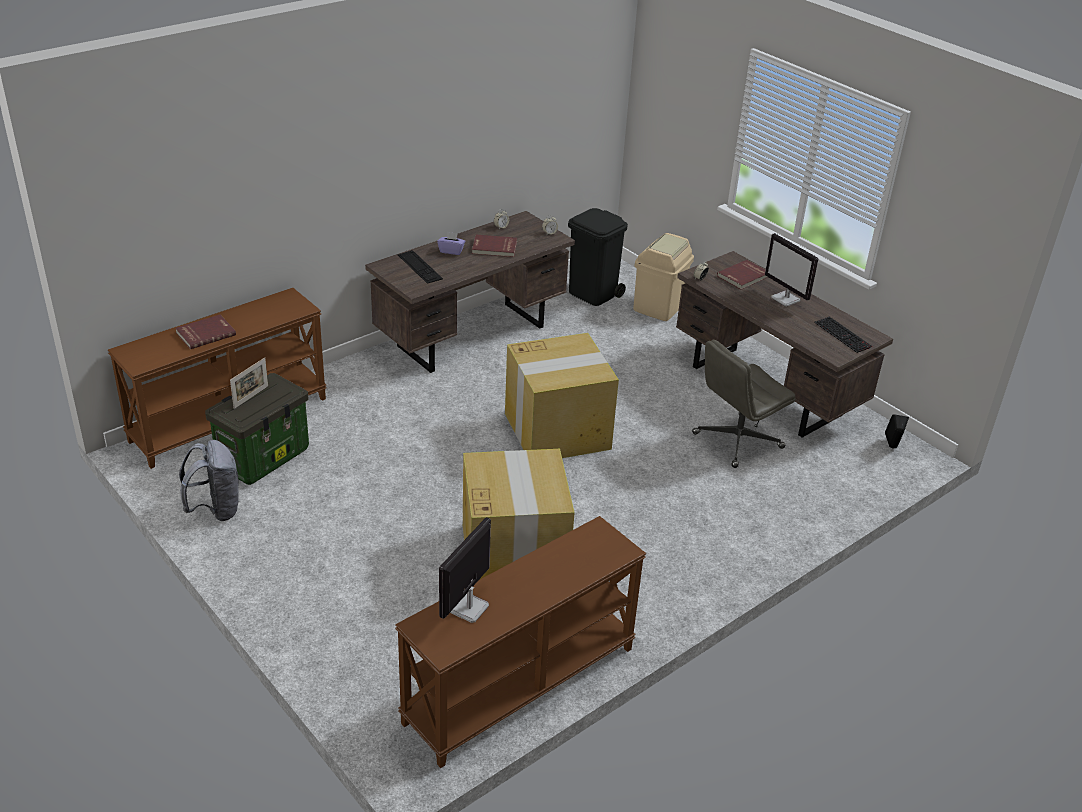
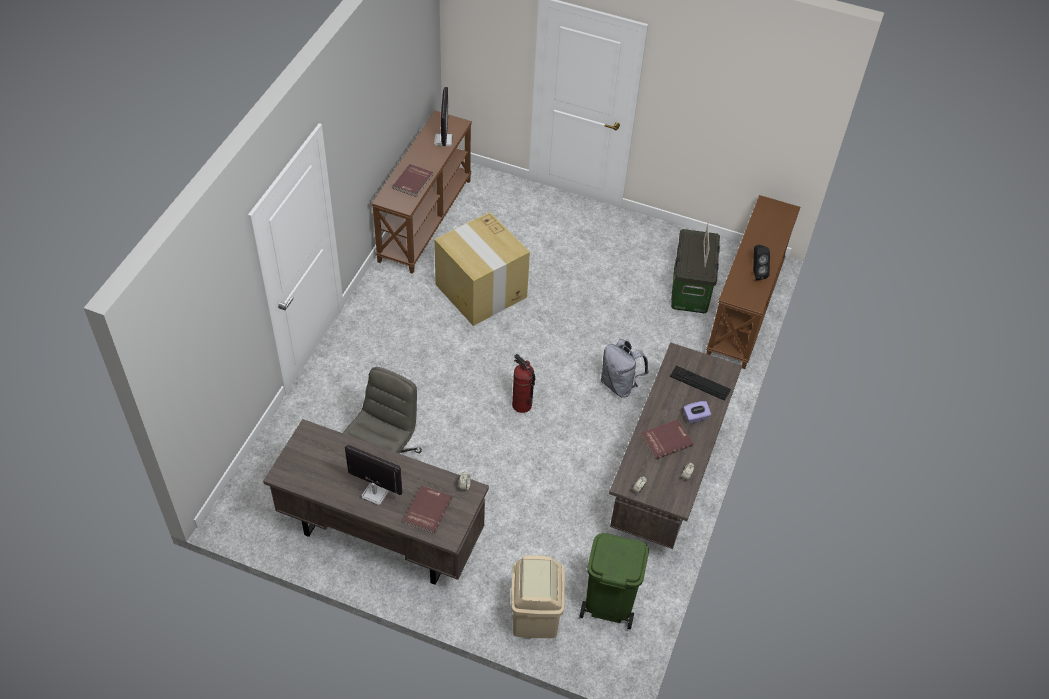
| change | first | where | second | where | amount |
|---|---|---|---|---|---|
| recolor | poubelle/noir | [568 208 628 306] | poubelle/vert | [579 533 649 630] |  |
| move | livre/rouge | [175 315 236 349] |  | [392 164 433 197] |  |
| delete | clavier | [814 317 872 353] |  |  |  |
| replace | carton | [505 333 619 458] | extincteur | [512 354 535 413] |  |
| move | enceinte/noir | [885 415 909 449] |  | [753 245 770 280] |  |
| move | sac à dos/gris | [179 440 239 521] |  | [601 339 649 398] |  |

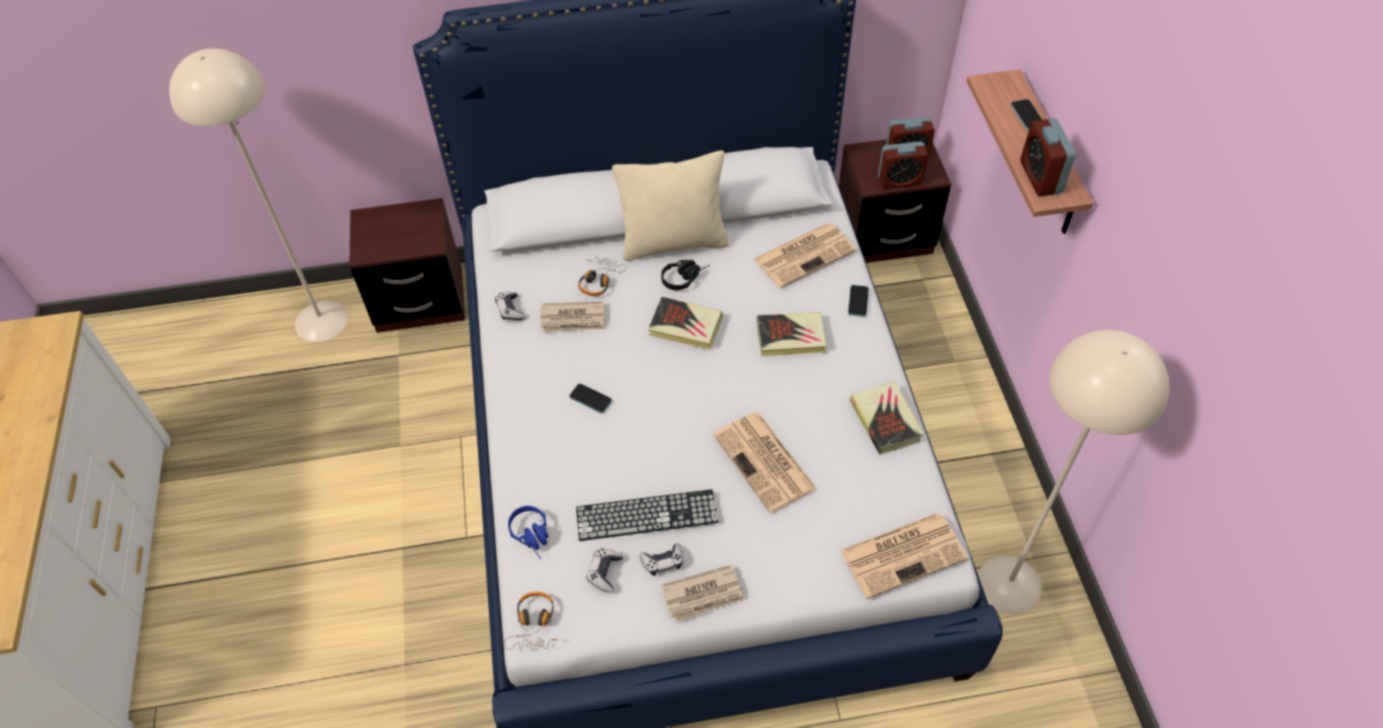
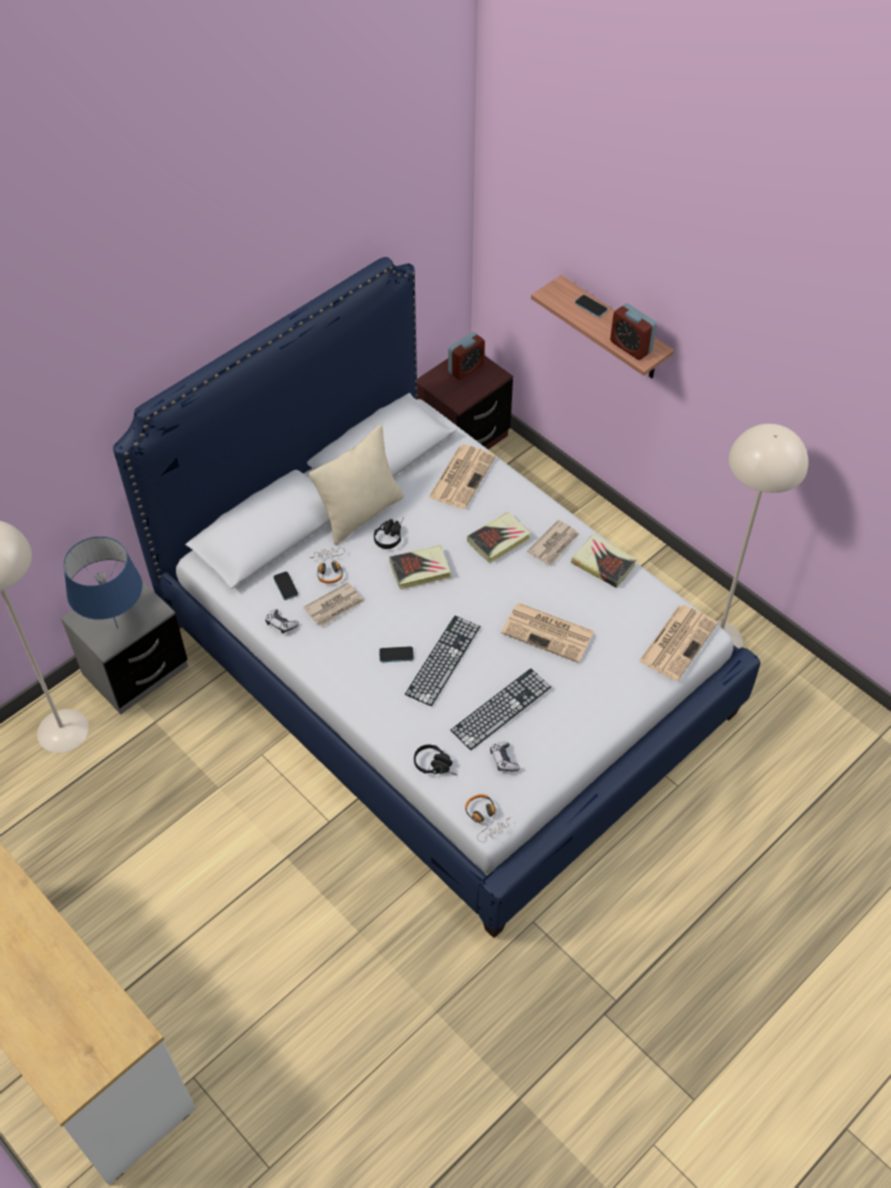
| change | first | where | second | where | amount |
|---|---|---|---|---|---|
| delete | réveil | [878 141 928 189] |  |  |  |
| recolor | table de chevet/marron | [349 198 465 333] | table de chevet/gris | [61 581 188 714] |  |
| move | téléphone | [848 285 869 317] |  | [273 571 298 600] |  |
| recolor | casque audio/bleu | [508 506 549 559] | casque audio/noir | [414 744 458 776] |  |
| delete | manette | [640 543 683 576] |  |  |  |
| move | journal | [661 565 746 622] |  | [527 520 579 566] |  |
| insert |  |  | lampe de table/bleu | [63 536 143 629] |  |
| insert |  |  | clavier | [405 616 481 706] |  |

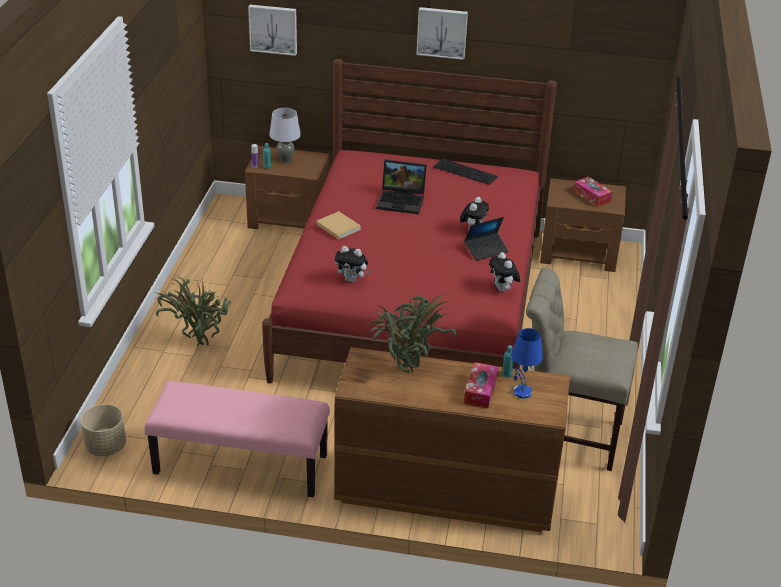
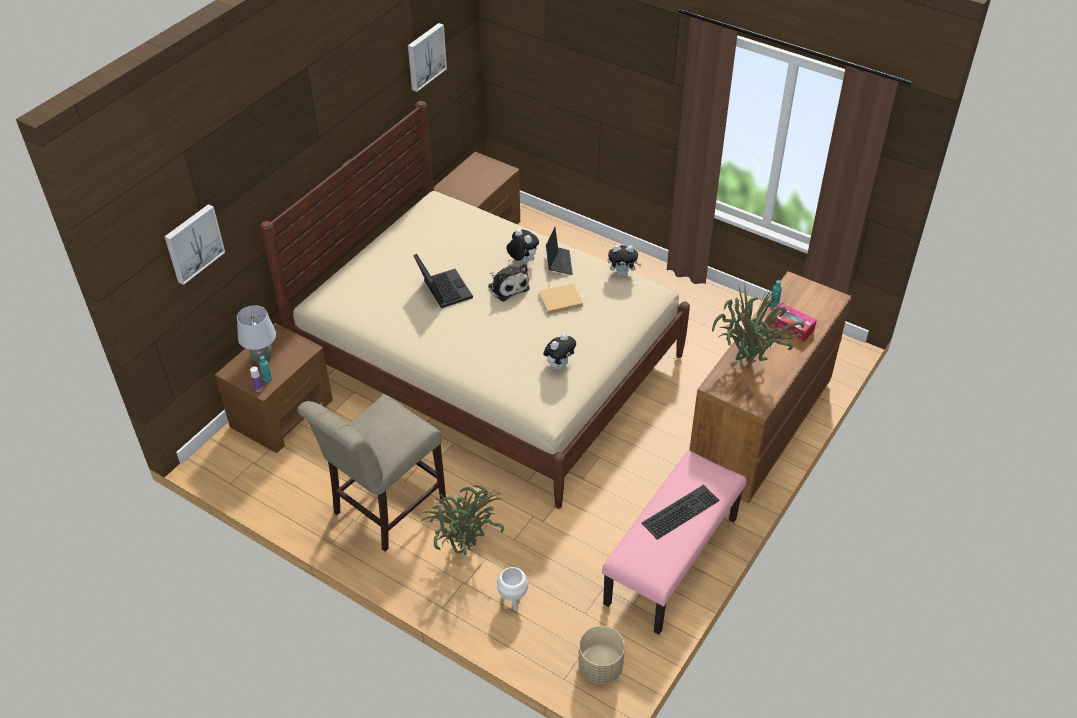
| change | first | where | second | where | amount |
|---|---|---|---|---|---|
| move | tableau | [416 7 468 60] |  | [408 23 447 92] |  |
| recolor | lit/rouge | [262 59 557 383] | lit/beige | [260 101 690 509] |  |
| rotate | ordinateur portable | [376 159 427 214] |  | [413 254 473 308] | 60 degrees counterclockwise |
| move | clavier | [433 159 498 185] |  | [642 485 720 540] |  |
| delete | boîte à mouchoirs | [574 177 612 207] |  |  |  |
| move | livre/beige | [316 211 361 240] |  | [538 284 583 314] |  |
| move | chaise/beige | [526 268 638 471] |  | [297 394 446 551] |  |
| delete | lampe de table/bleu | [511 328 543 399] |  |  |  |
| insert |  |  | peluche | [488 264 530 302] |  |
| insert |  |  | cache-pot/blanc | [497 567 528 611] |  |

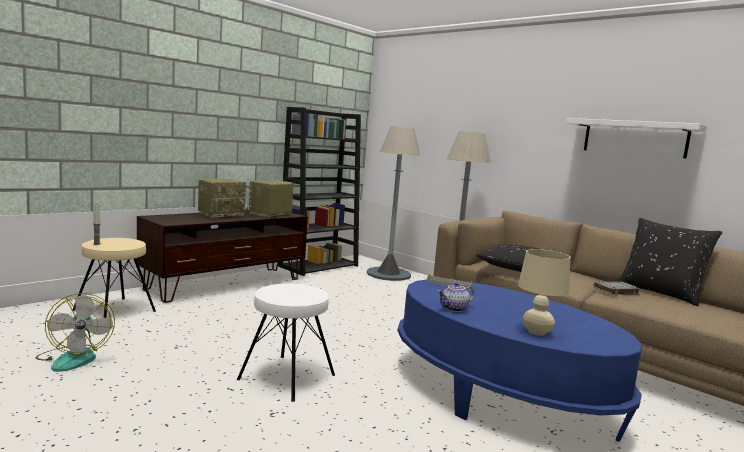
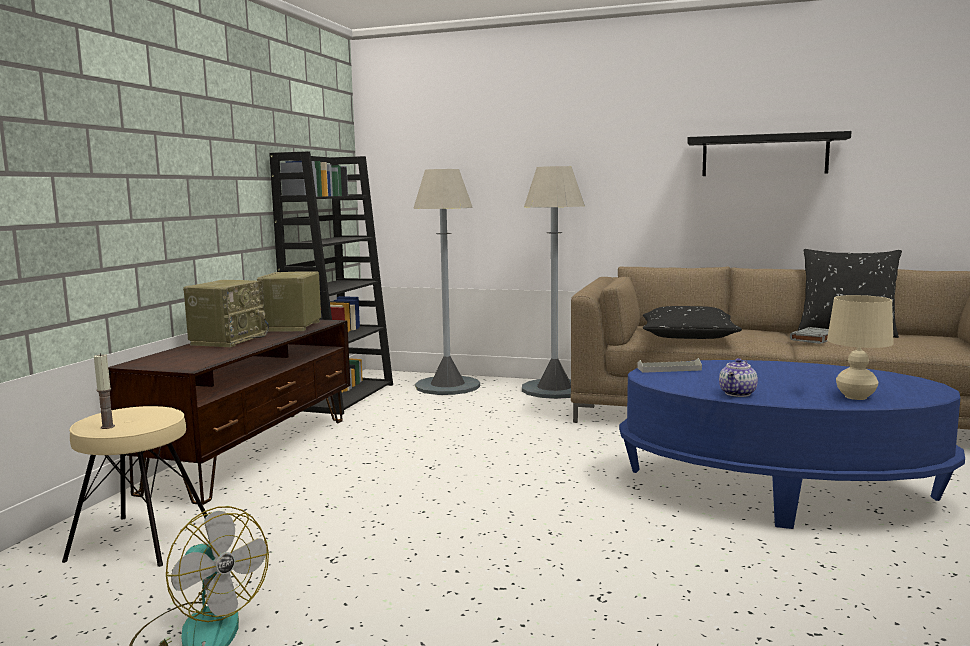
| change | first | where | second | where | amount |
|---|---|---|---|---|---|
| recolor | étagère/blanc | [566 118 707 158] | étagère/noir | [687 131 852 176] |  |
| delete | tabouret/blanc | [237 283 335 402] |  |  |  |

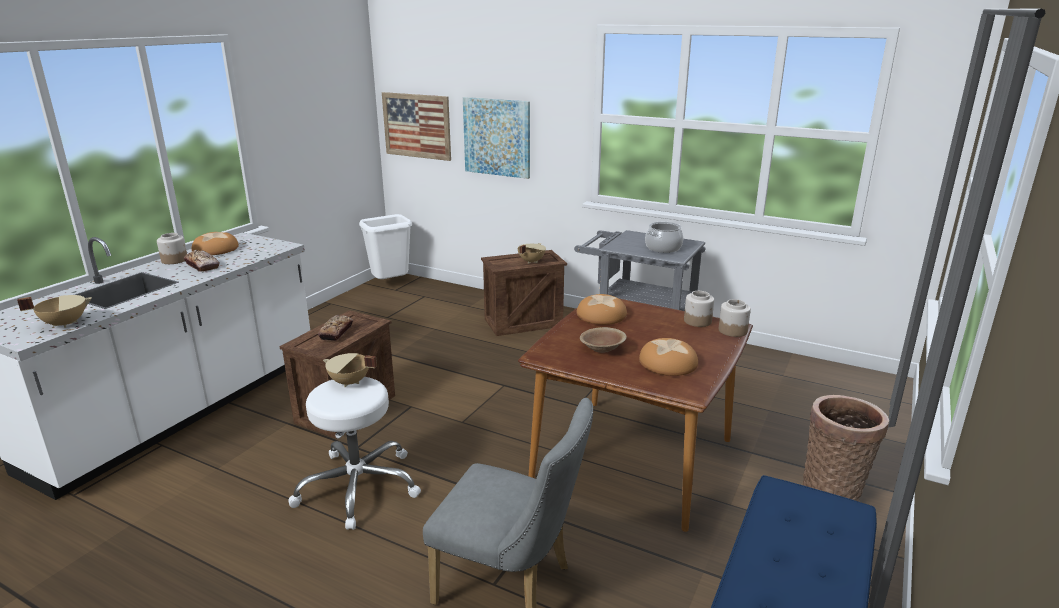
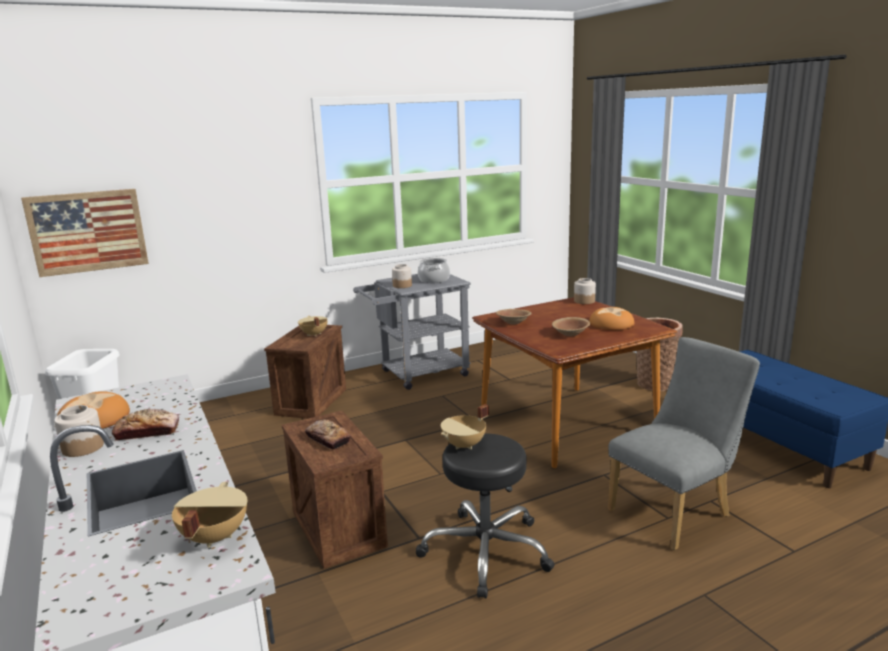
| change | first | where | second | where | amount |
|---|---|---|---|---|---|
| delete | tableau | [463 97 530 179] |  |  |  |
| move | bocal | [684 291 714 327] |  | [392 264 412 288] |  |
| replace | pain | [577 294 627 325] | bol/marron | [496 309 532 325] |  |
| recolor | tabouret/blanc | [288 377 421 530] | tabouret/noir | [416 433 555 599] |  |

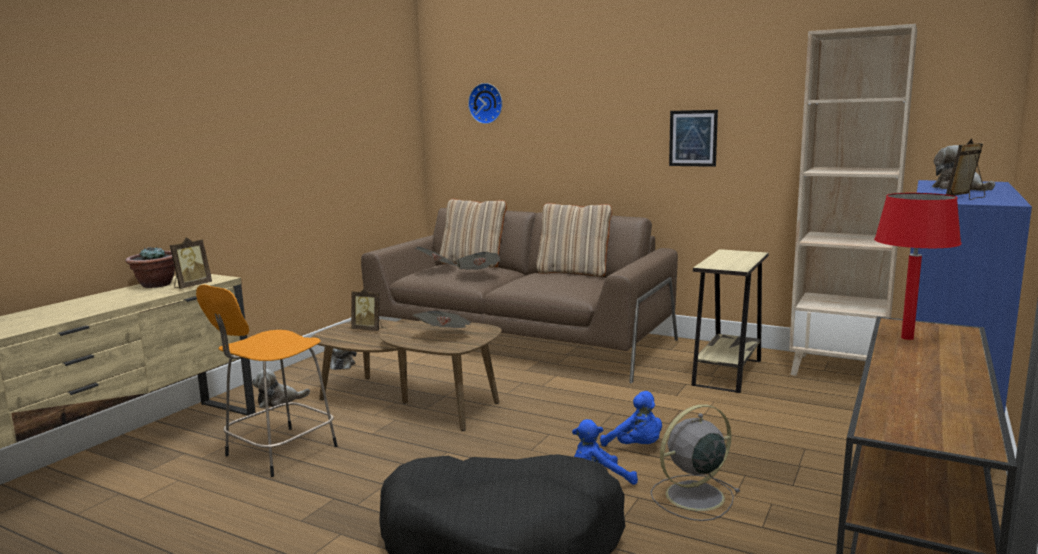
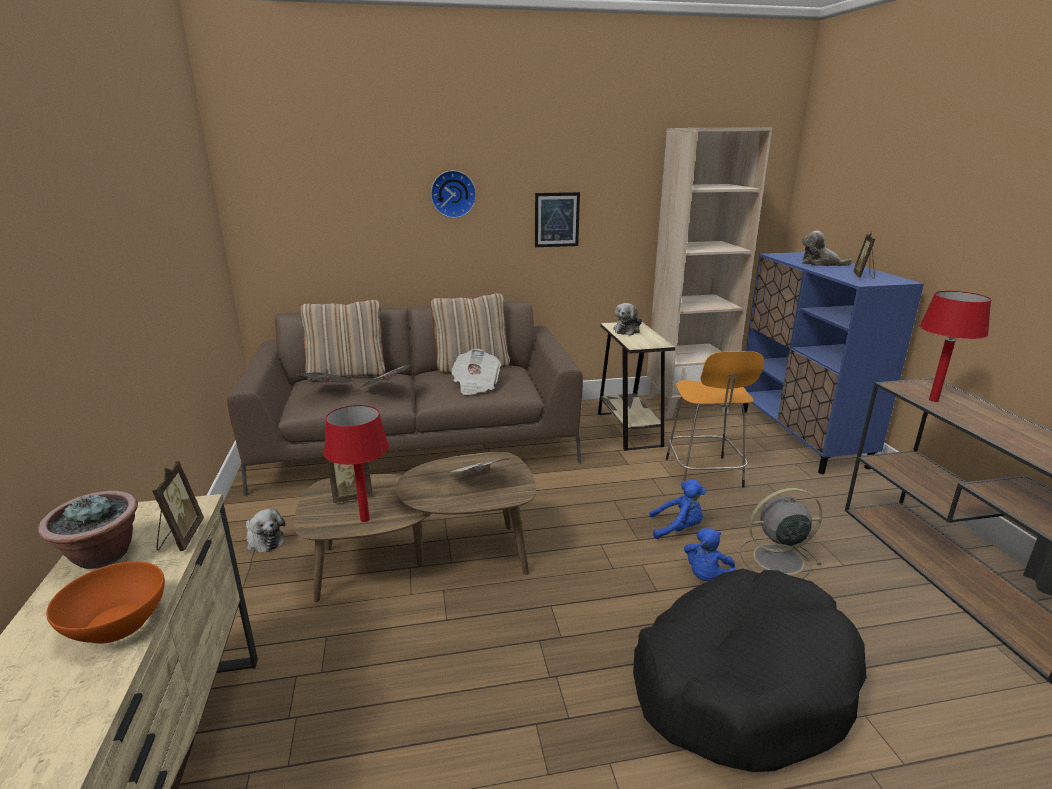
| change | first | where | second | where | amount |
|---|---|---|---|---|---|
| move | horloge murale | [468 83 503 124] |  | [431 170 476 218] |  |
| move | tabouret/orange | [196 284 337 477] |  | [666 351 765 489] |  |
| move | peluche | [252 369 310 408] |  | [613 303 642 336] |  |
| rotate | ventilateur/gris | [650 404 741 521] |  | [740 488 822 579] | 60 degrees clockwise |
| insert |  |  | journal | [451 349 501 395] |  |
| insert |  |  | lampe de table/rouge | [324 405 389 522] |  |
| insert |  |  | bol/orange | [46 561 165 644] |  |

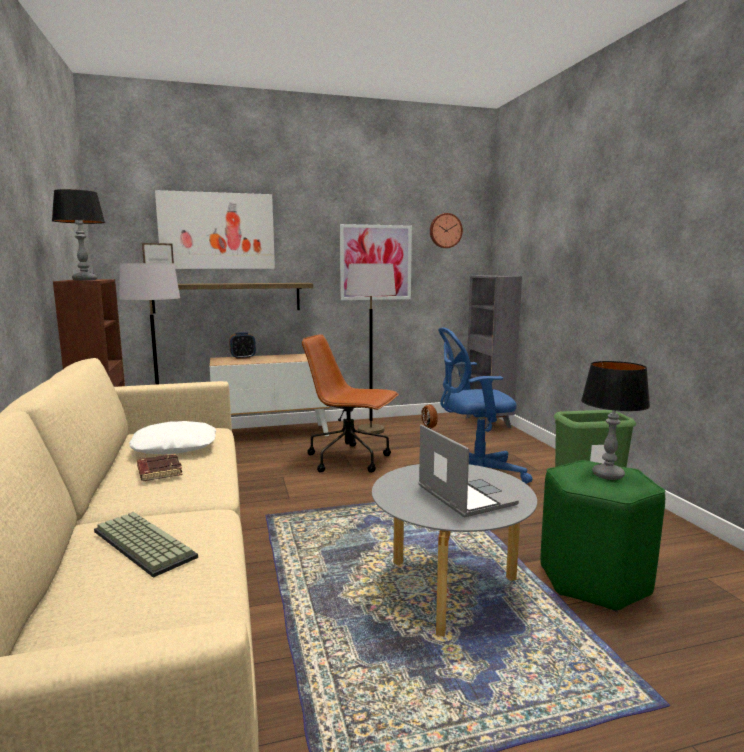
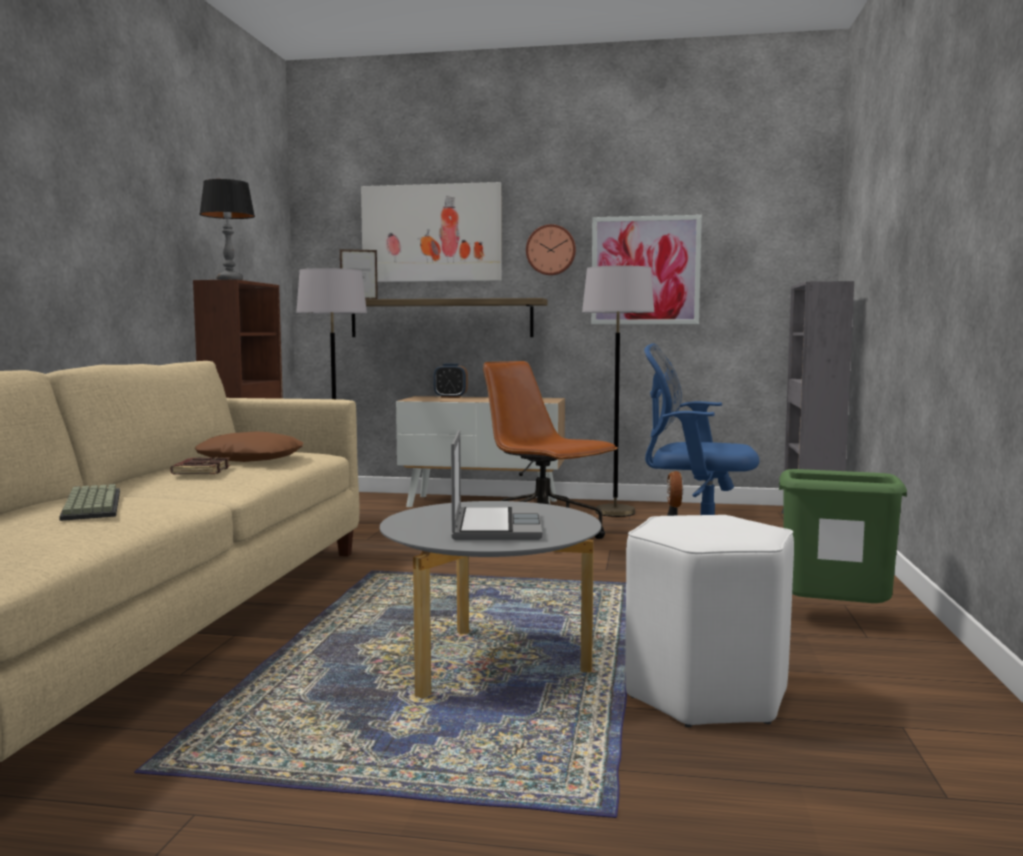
| change | first | where | second | where | amount |
|---|---|---|---|---|---|
| move | horloge murale | [430 213 463 248] |  | [526 224 576 276] |  |
| delete | lampe de table | [581 361 650 480] |  |  |  |
| recolor | coussin/blanc | [129 421 216 454] | coussin/marron | [195 431 303 462] |  |
| recolor | tabouret/vert | [540 460 665 612] | tabouret/blanc | [625 515 794 727] |  |

